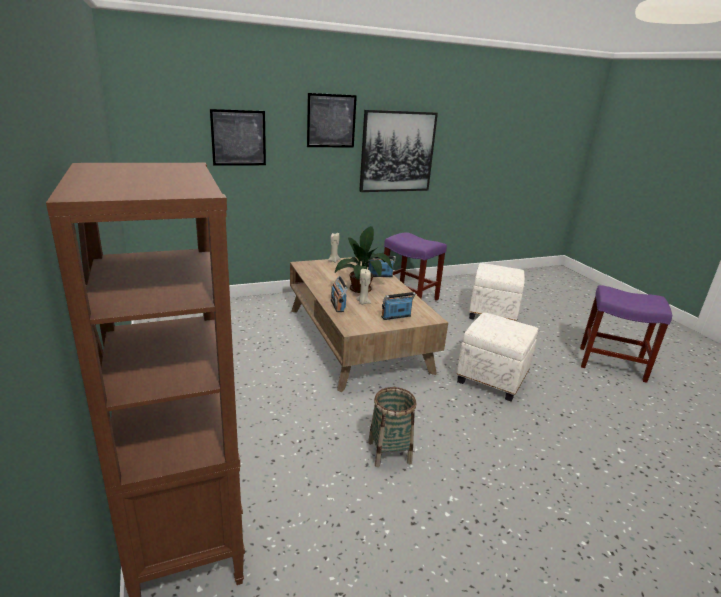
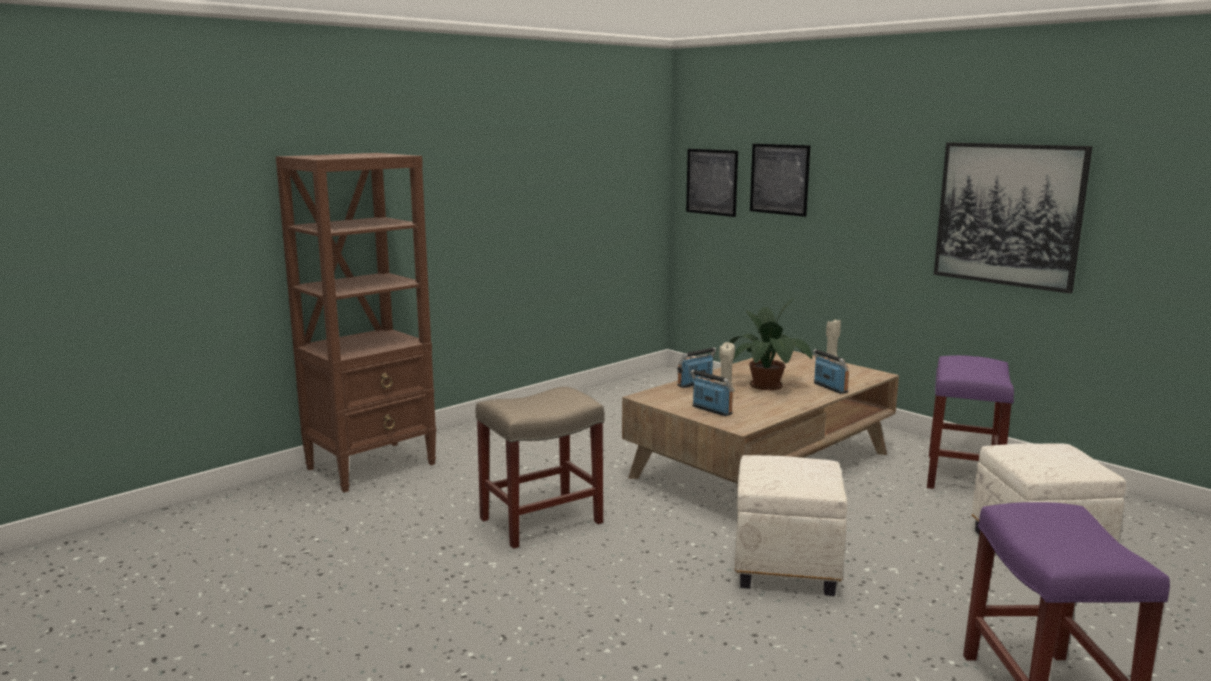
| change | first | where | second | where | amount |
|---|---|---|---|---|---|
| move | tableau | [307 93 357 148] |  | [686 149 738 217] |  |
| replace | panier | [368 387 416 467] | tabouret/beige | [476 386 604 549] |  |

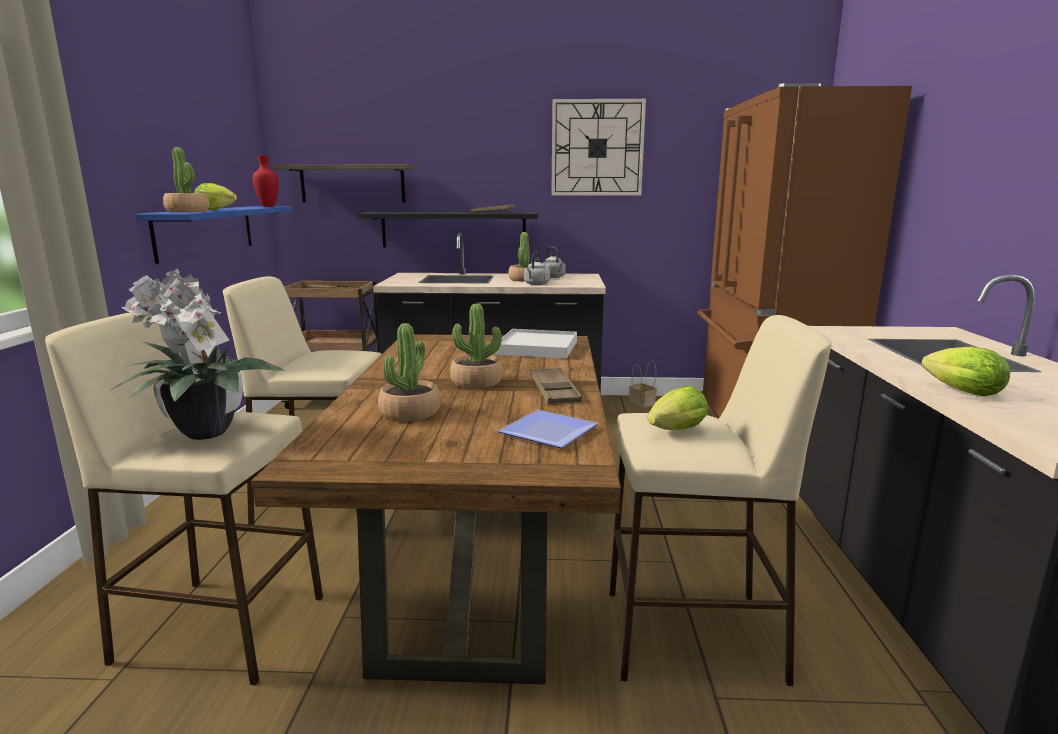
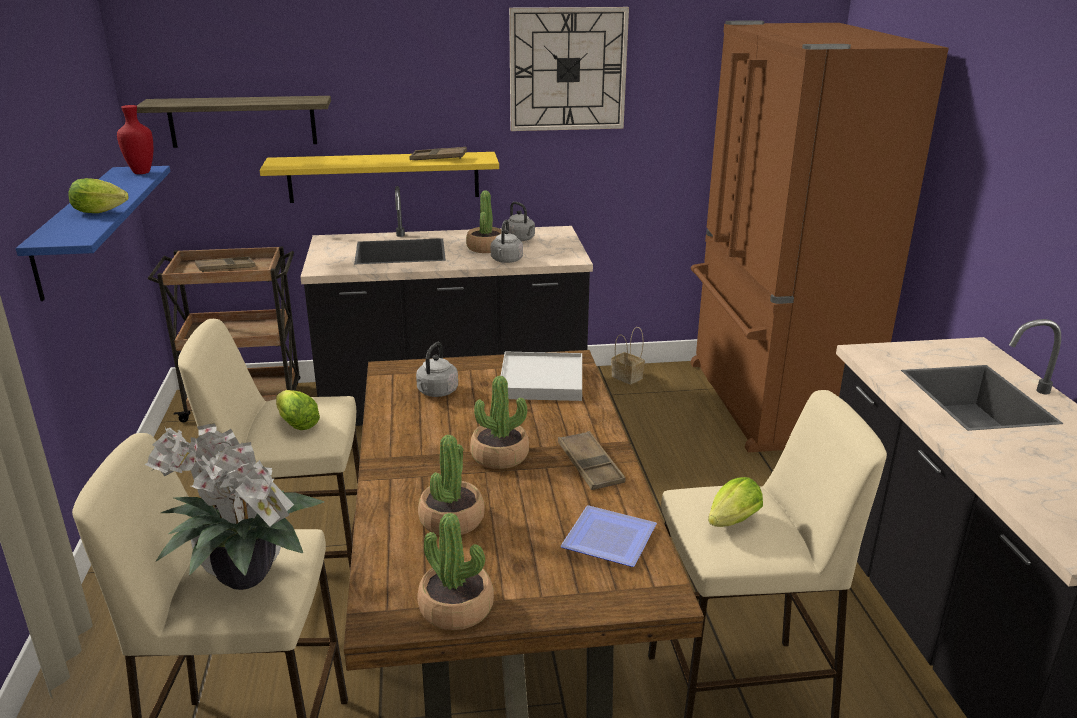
| change | first | where | second | where | amount |
|---|---|---|---|---|---|
| move | plante en pot | [163 147 210 212] |  | [417 513 494 630] |  |
| recolor | étagère/noir | [357 212 539 247] | étagère/jaune | [260 152 499 203] |  |
| move | laitue | [922 347 1010 396] |  | [276 390 320 430] |  |
| insert |  |  | bouilloire/gris | [416 342 458 397] |  |

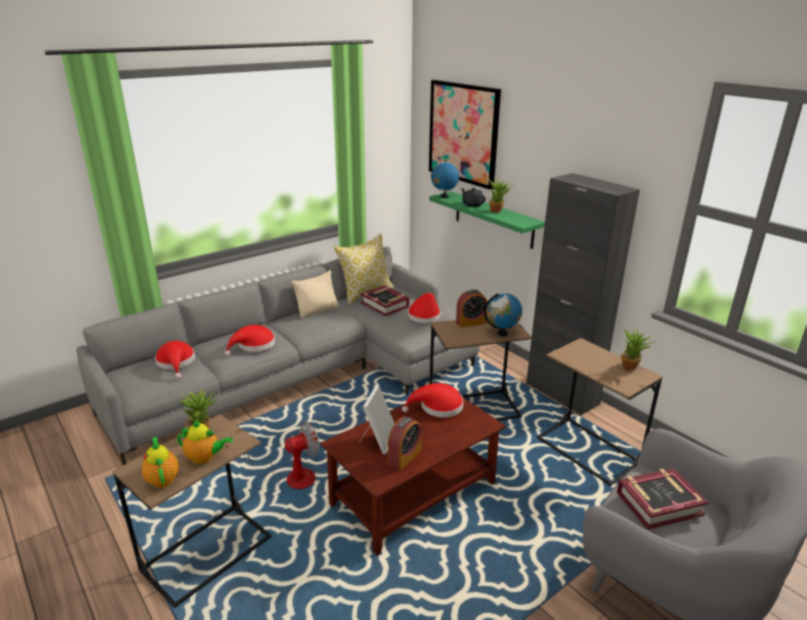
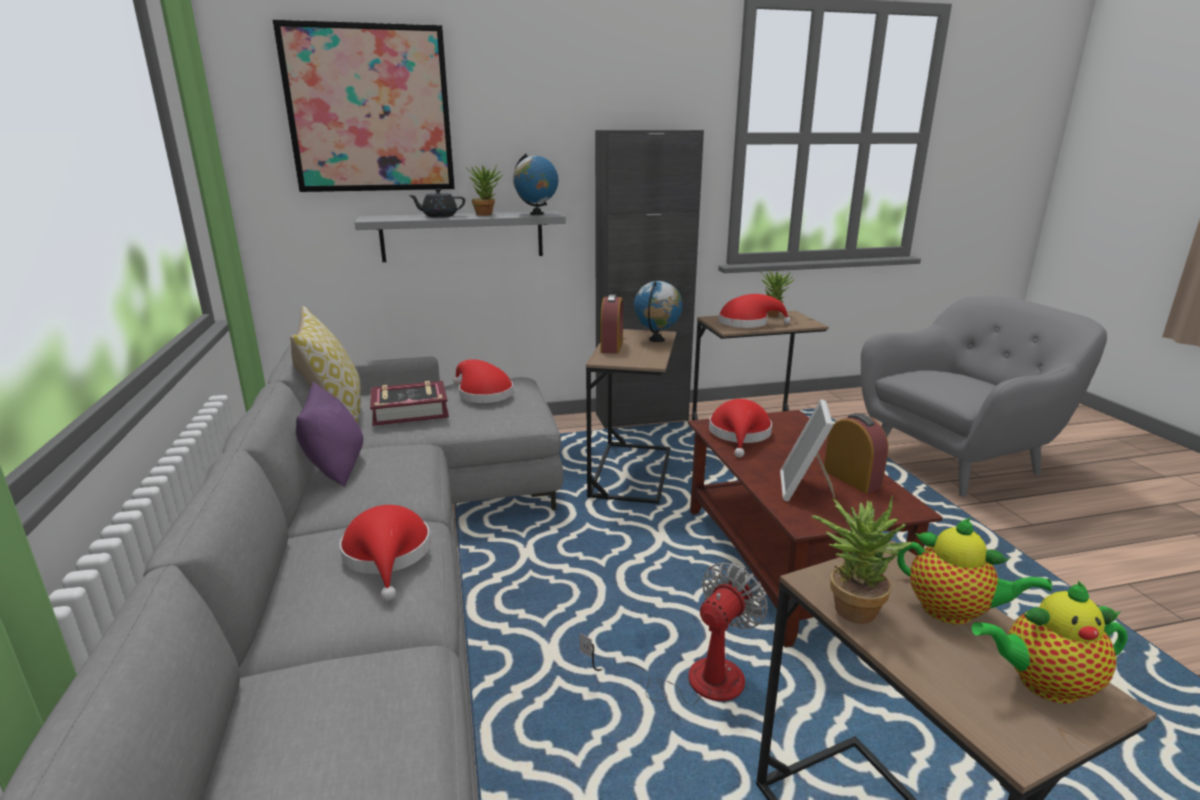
| change | first | where | second | where | amount |
|---|---|---|---|---|---|
| move | globe | [431 160 459 198] |  | [513 154 558 215] |  |
| recolor | étagère/vert | [429 191 545 249] | étagère/gris | [355 211 566 262] |  |
| recolor | coussin/beige | [292 270 339 319] | coussin/violet | [296 382 363 487] |  |
| move | chapeau/rouge | [155 341 195 379] |  | [718 294 791 328] |  |
| rotate | cadre photo | [360 385 395 454] |  | [780 399 835 501] | 120 degrees counterclockwise |
| rotate | théière | [177 420 233 464] |  | [897 518 1052 625] | 90 degrees clockwise |
| rotate | ventilateur | [247 422 320 489] |  | [580 562 768 705] | 45 degrees clockwise |
| delete | livre | [617 468 709 530] |  |  |  |

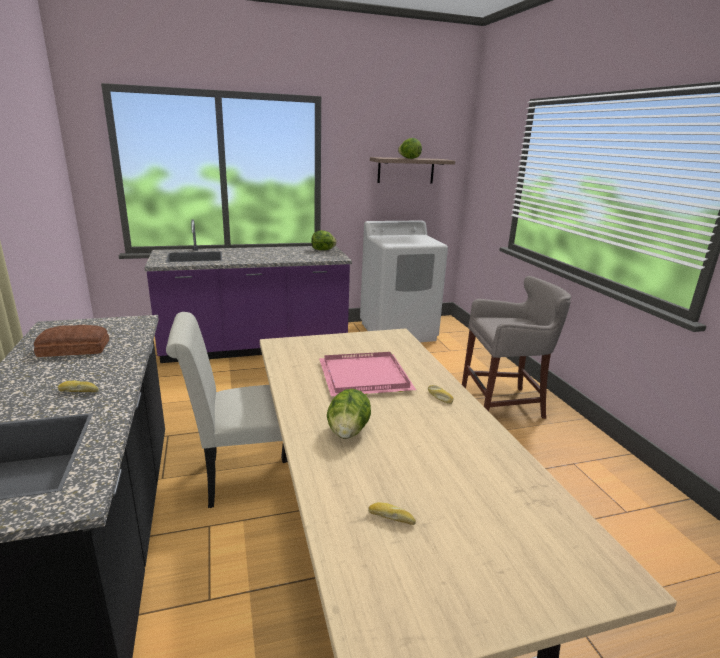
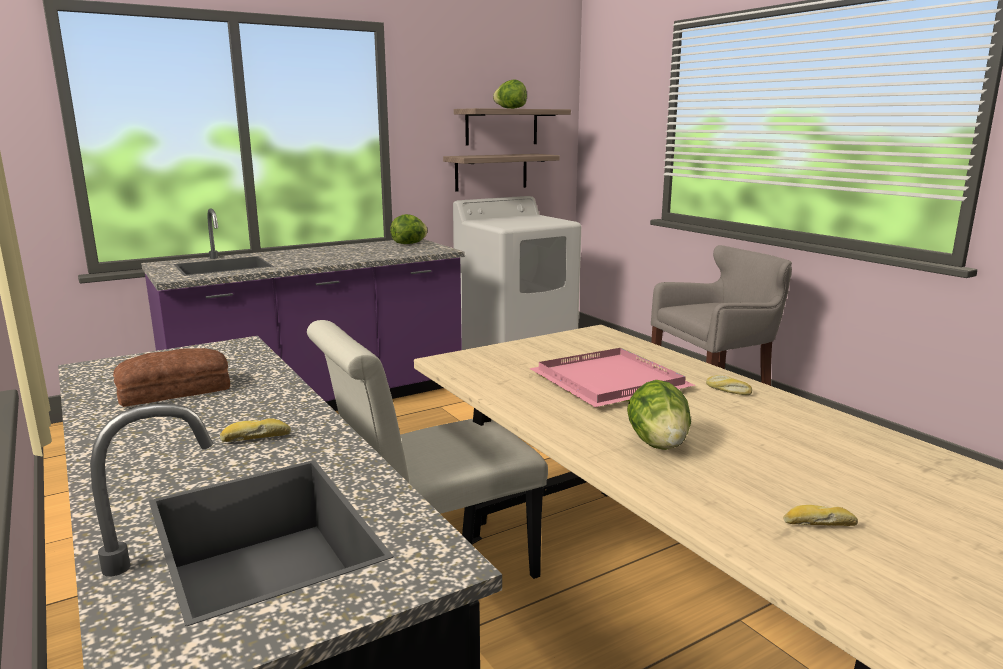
| change | first | where | second | where | amount |
|---|---|---|---|---|---|
| insert |  |  | étagère | [443 154 560 192] |  |

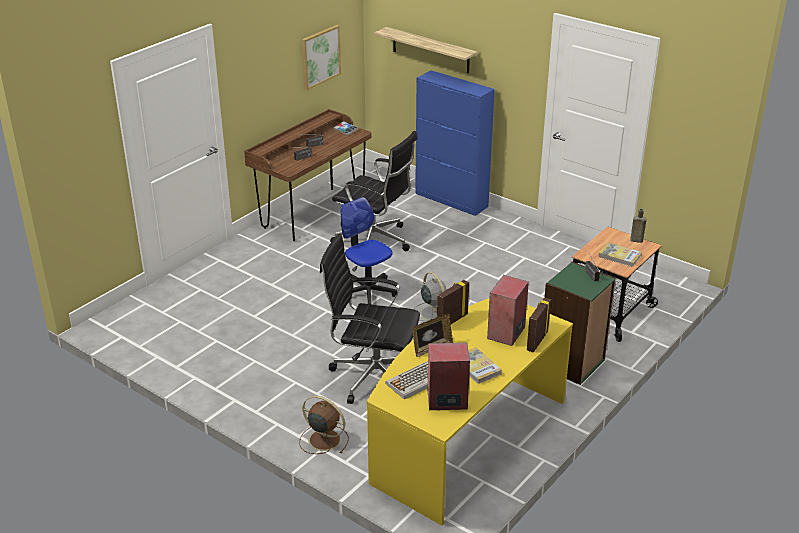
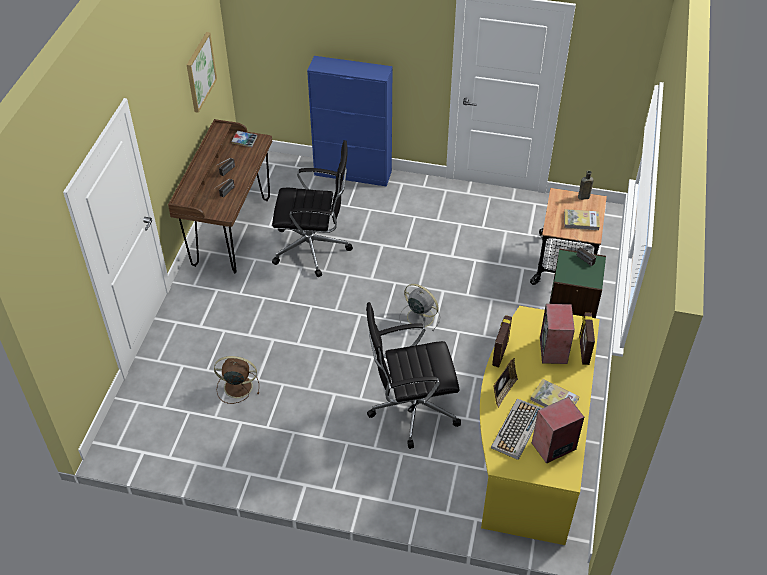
| change | first | where | second | where | amount |
|---|---|---|---|---|---|
| delete | étagère | [374 27 478 73] |  |  |  |
| delete | chaise de bureau | [340 197 398 305] |  |  |  |
| move | ventilateur/marron | [299 396 349 454] |  | [214 356 259 404] |  |

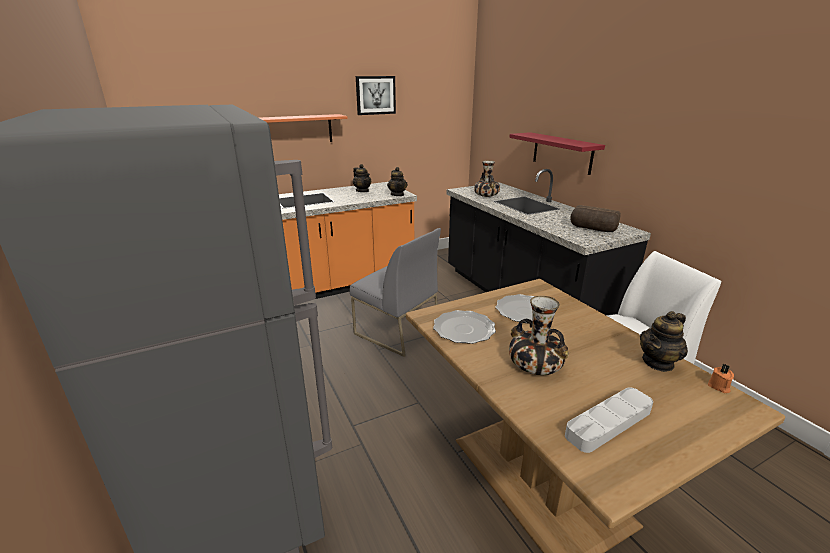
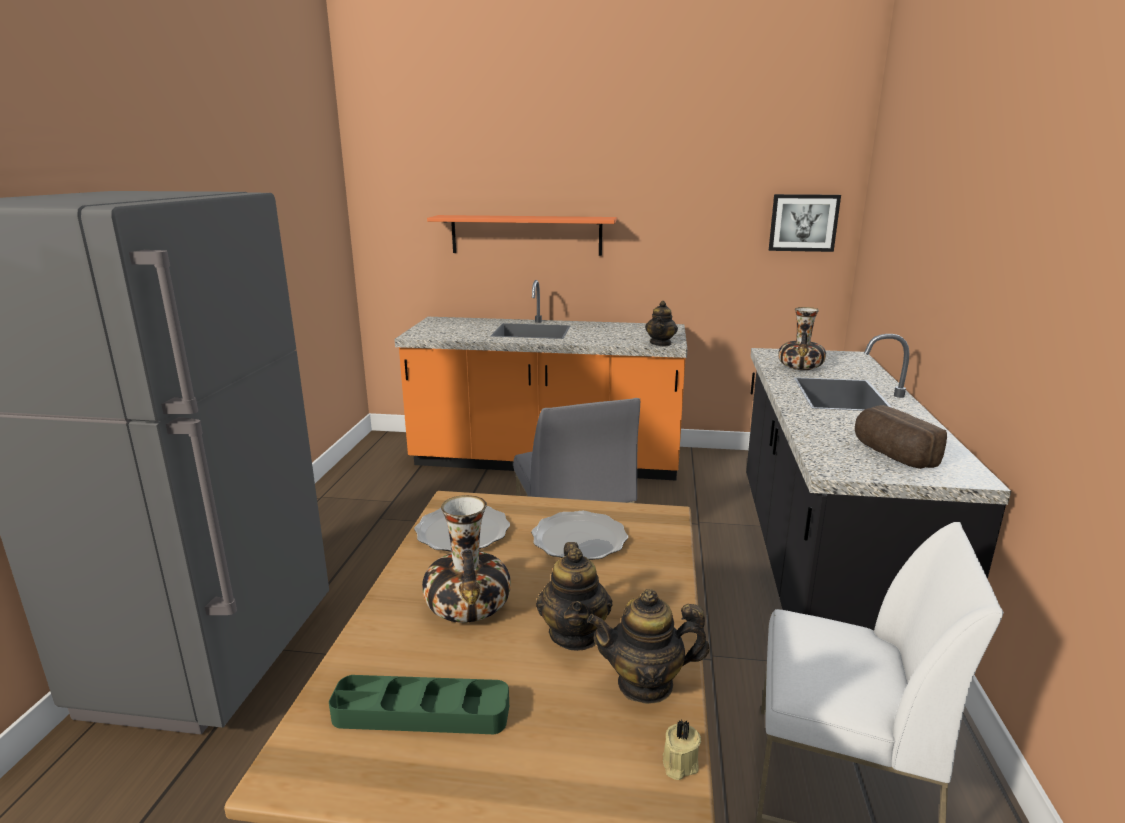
| change | first | where | second | where | amount |
|---|---|---|---|---|---|
| move | tableau | [356 76 396 115] |  | [769 194 841 252] |  |
| delete | étagère/rouge | [509 132 605 175] |  |  |  |
| move | théière | [353 164 371 192] |  | [536 542 613 651] |  |
| recolor | bougie/orange | [708 364 734 393] | bougie/beige | [663 719 701 780] |  |
| recolor | plateau/gris | [565 387 653 453] | plateau/vert | [329 675 509 734] |  |

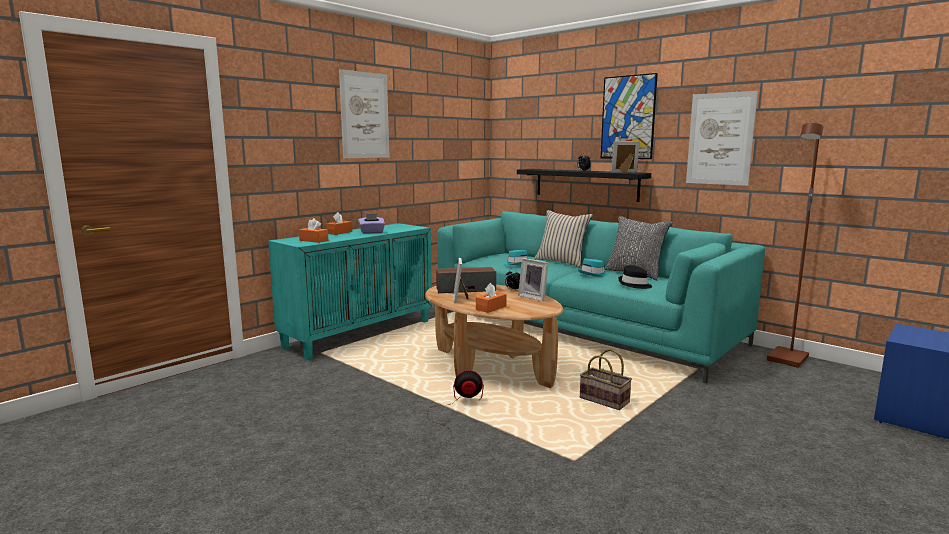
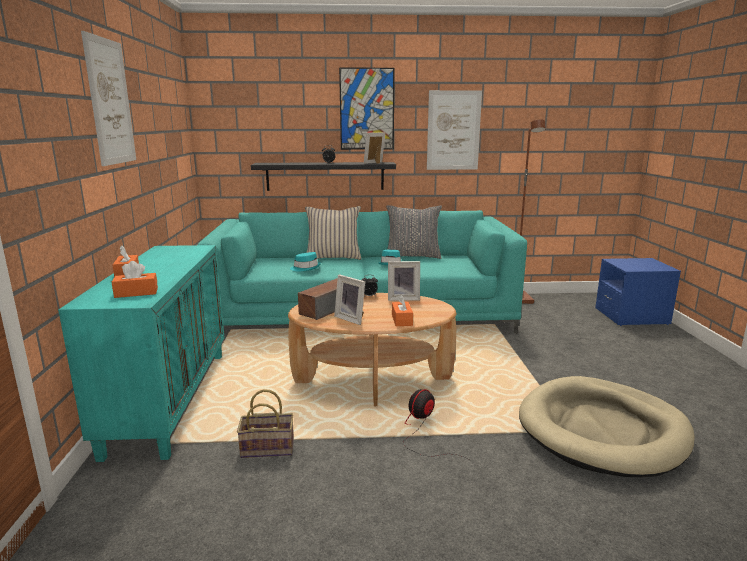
| change | first | where | second | where | amount |
|---|---|---|---|---|---|
| delete | boîte à mouchoirs/violet | [358 214 385 234] |  |  |  |
| delete | chapeau/noir | [618 265 652 289] |  |  |  |
| move | panier | [580 349 632 410] |  | [237 389 294 458] |  |
| insert |  |  | panier pour chien/beige | [519 376 695 477] |  |

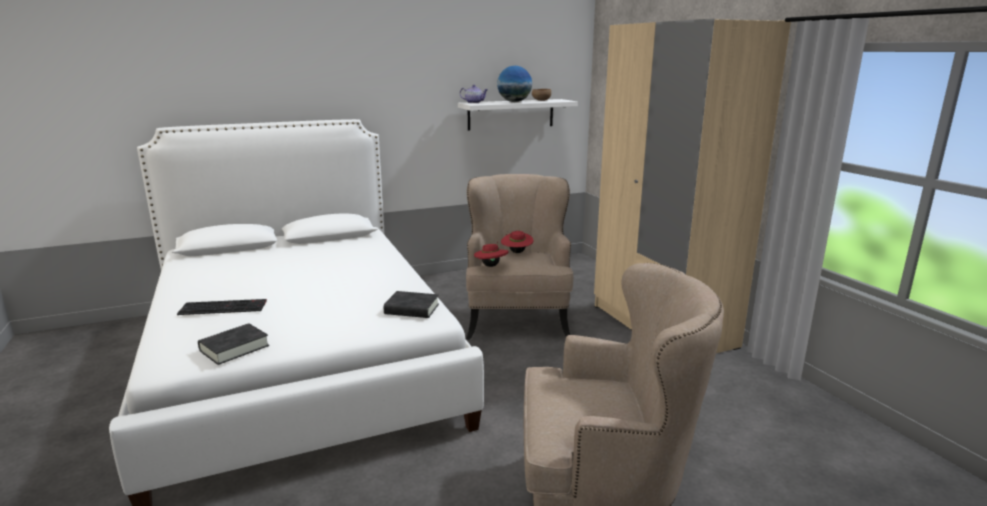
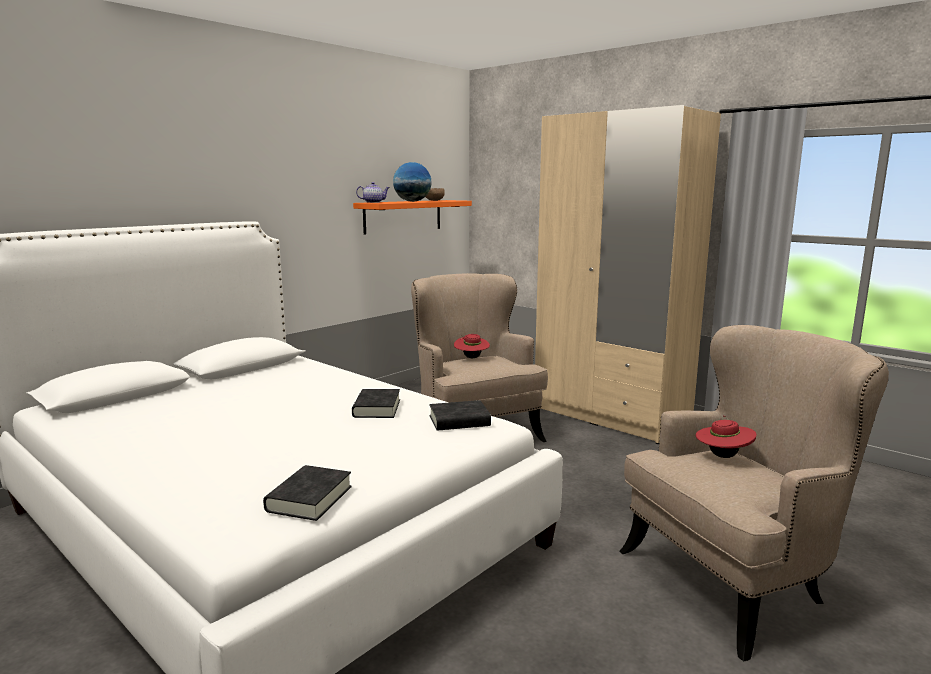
| change | first | where | second | where | amount |
|---|---|---|---|---|---|
| recolor | étagère/blanc | [458 99 578 131] | étagère/orange | [353 200 472 234] |  |
| move | chapeau/rouge | [474 242 509 267] |  | [696 415 756 458] |  |
| delete | clavier | [177 299 267 315] |  |  |  |
| insert |  |  | livre/noir | [352 389 400 418] |  |

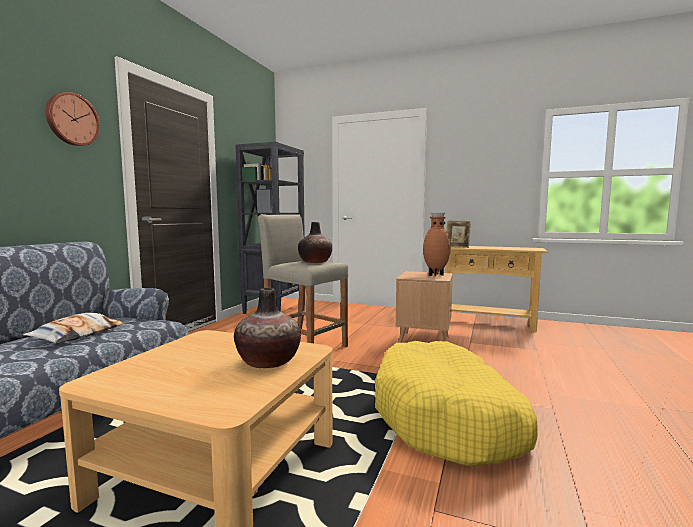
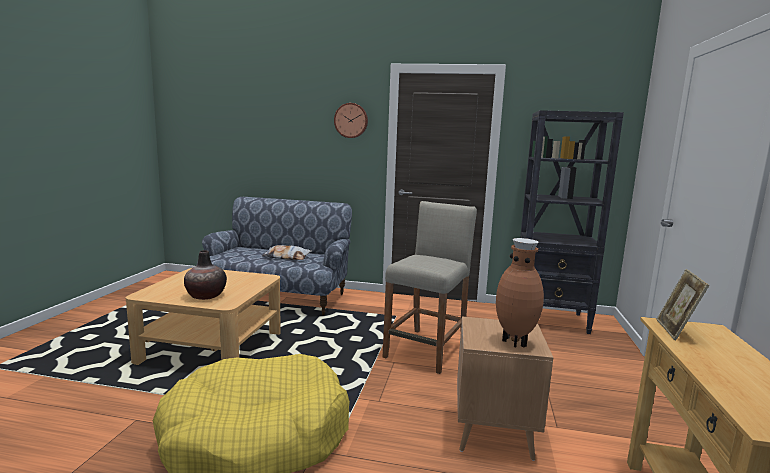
| change | first | where | second | where | amount |
|---|---|---|---|---|---|
| delete | vase | [298 222 332 263] |  |  |  |

